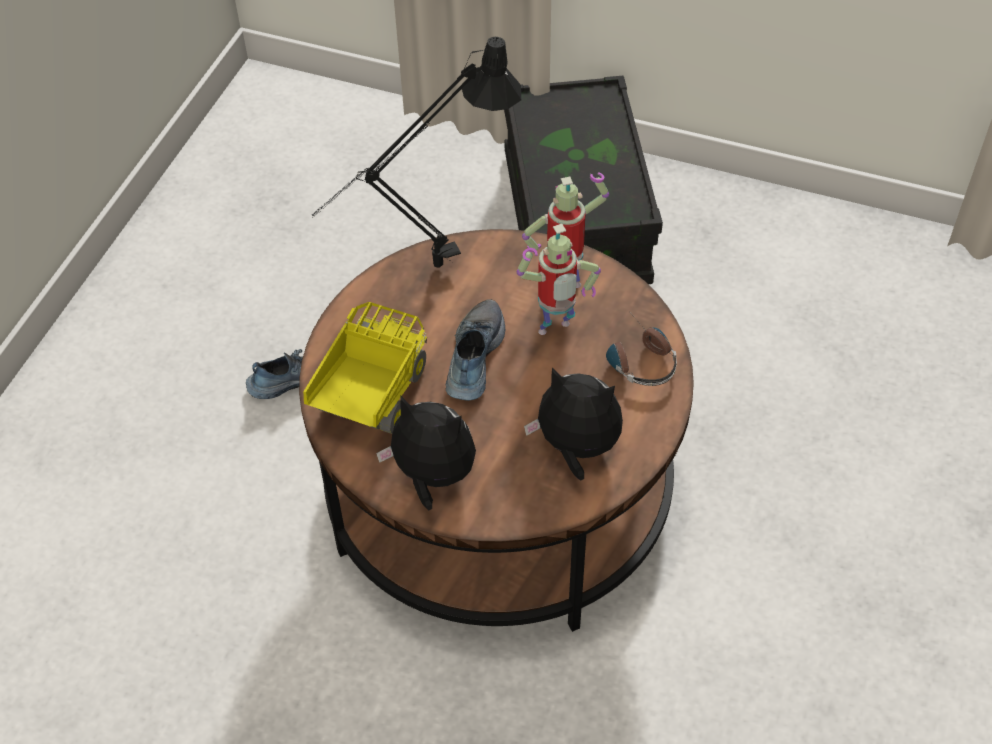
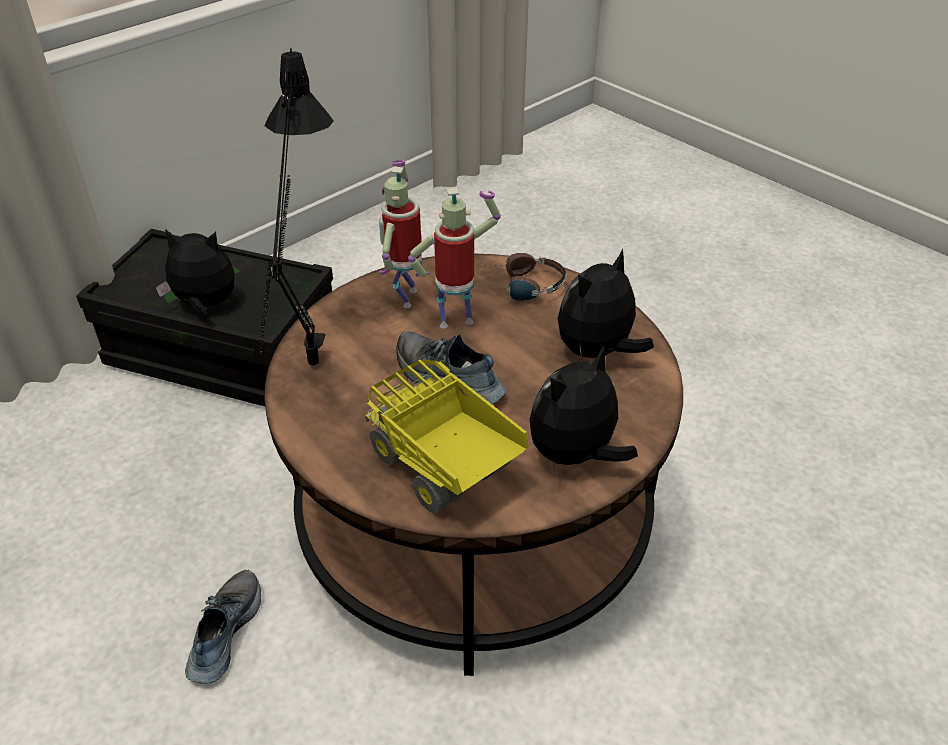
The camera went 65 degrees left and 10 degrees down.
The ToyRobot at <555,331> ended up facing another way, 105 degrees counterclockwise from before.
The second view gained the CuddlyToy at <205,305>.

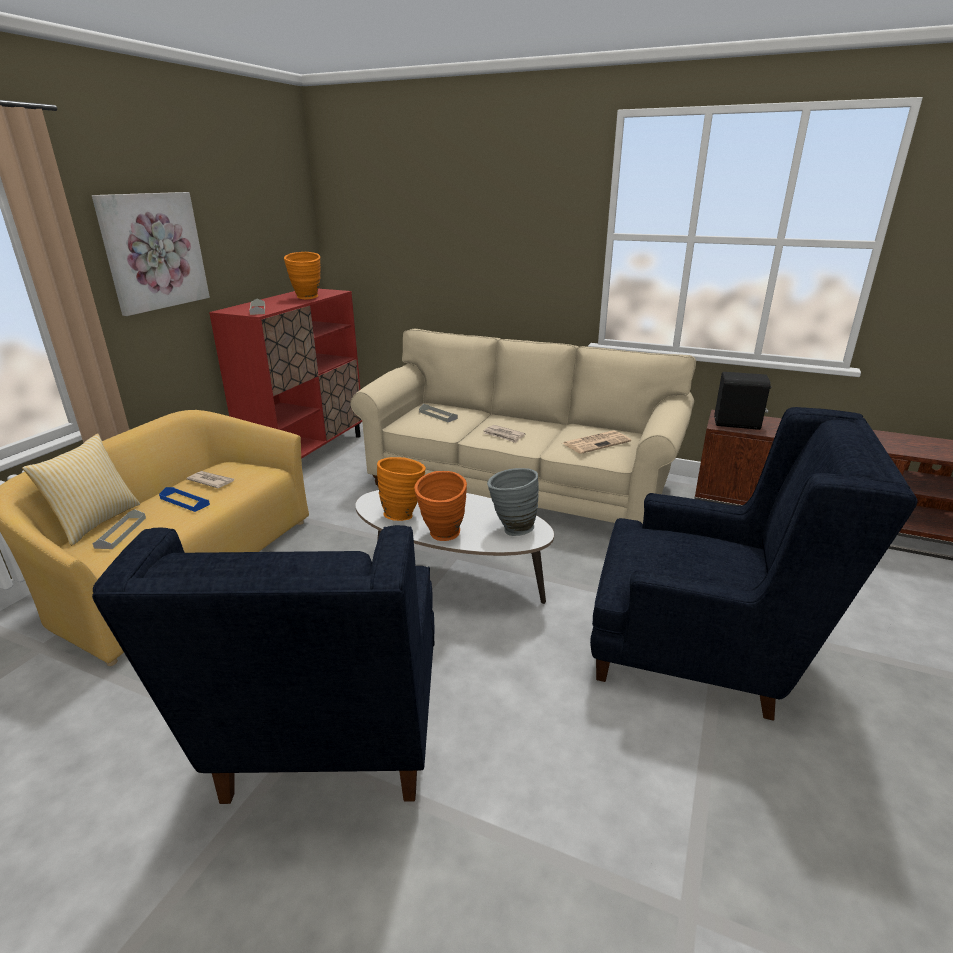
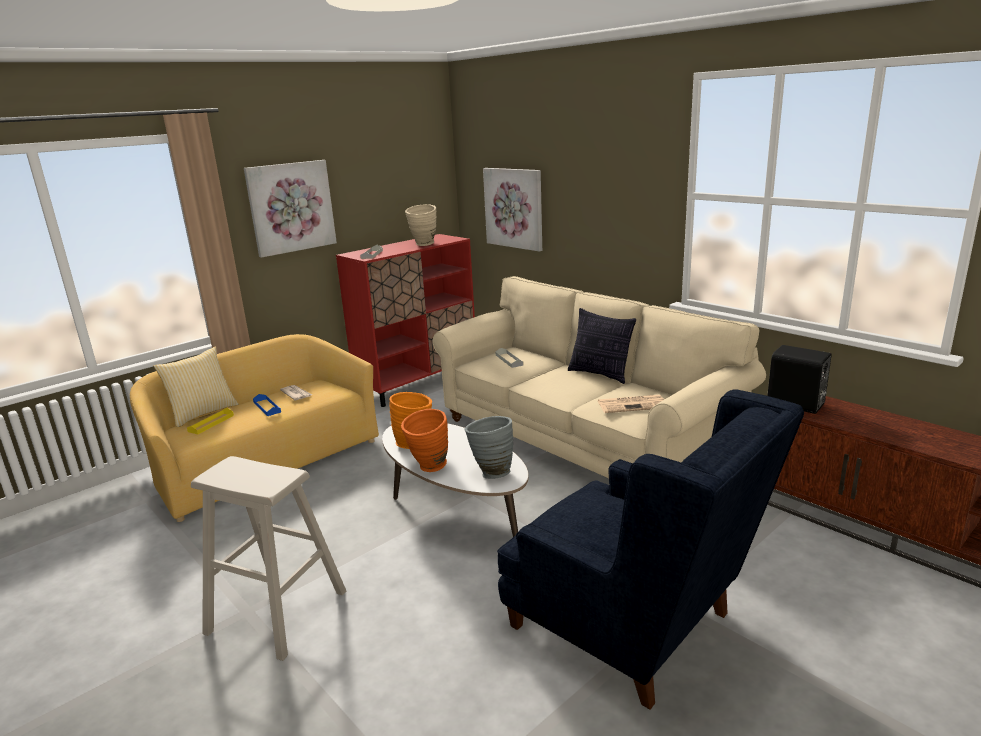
The camera went 25 degrees right and 5 degrees down.
What was the OrangeColouredDecorativeVase at <307,298> turned into the SandColouredDecorativeVase at <424,245>.
The second view lost the DailyPaper at <504,435>.
What was the GreyTray at <121,532> turned into the YellowTray at <211,423>.
Where the BlueColouredEasyChair stood at <332,739>, the SandColouredStool came to stand at <276,612>.
The second view gained the Picture at <514,208>.
The second view gained the Pillow at <600,374>.

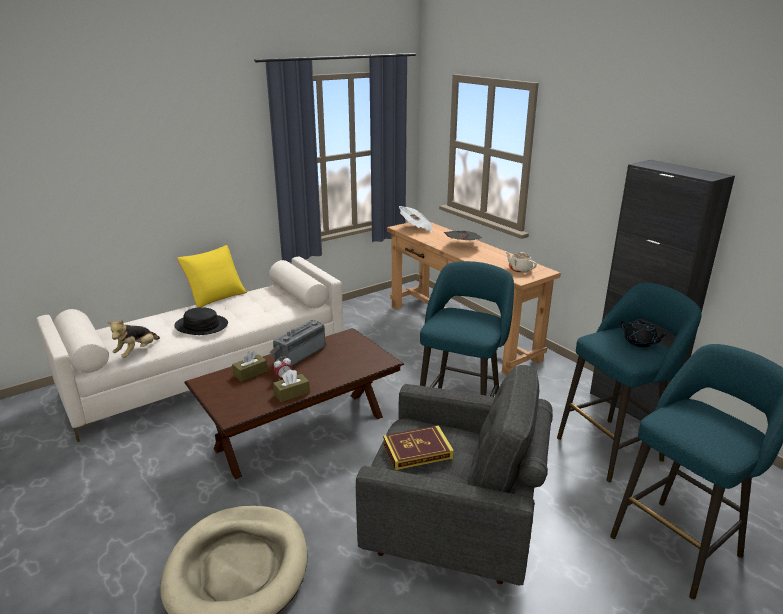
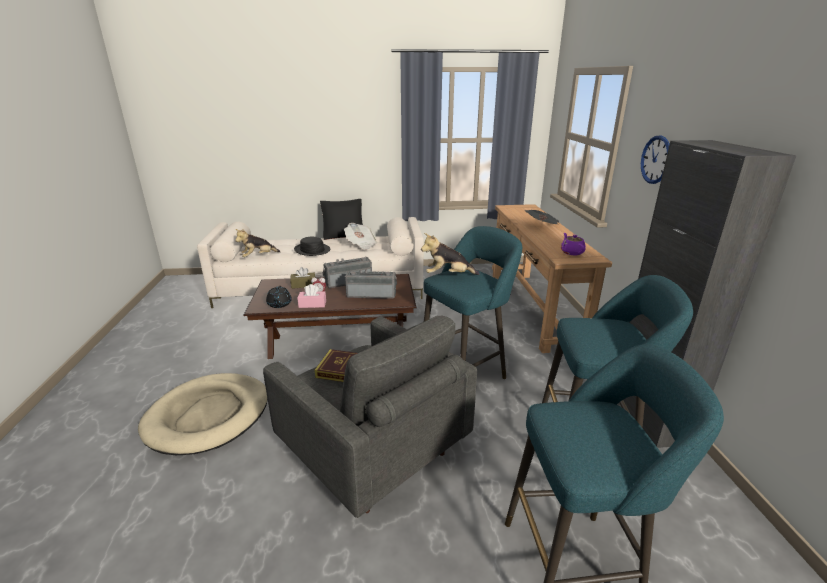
The camera went 30 degrees right and 0 degrees up.
The DailyPaper ended up elsewhere, having gone from <416,228> to <361,244>.
What was the YellowPillow at <215,295> turned into the BlackColouredPillow at <343,234>.
What was the SandColouredTeapot at <519,269> turned into the PurpleTeapot at <571,252>.
The BlackColouredTeapot ended up elsewhere, having gone from <640,342> to <279,304>.
What was the BrownishTissueBox at <292,393> turned into the PinkishTissueBox at <312,304>.
The second view gained the WallClock at <656,160>.
The second view gained the CuddlyToy at <448,275>.
The second view gained the RadioReceiver at <371,294>.

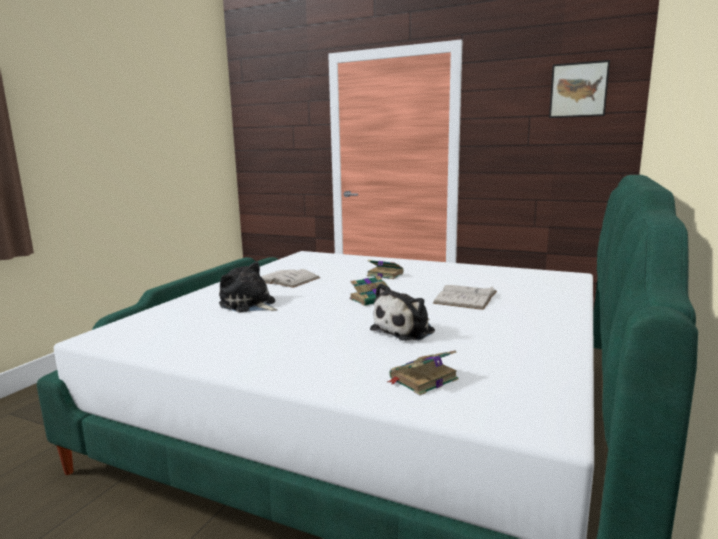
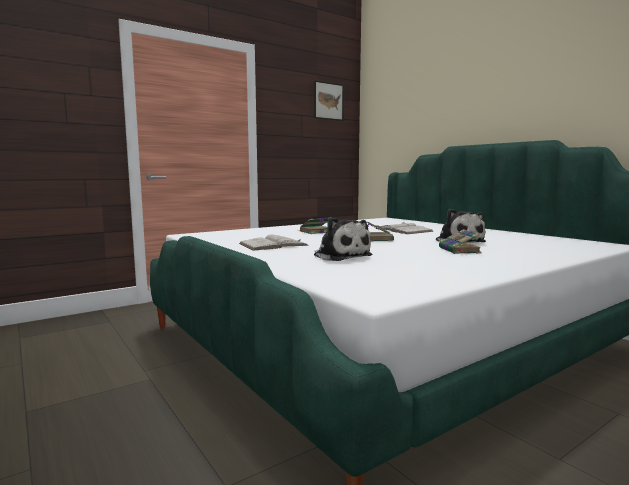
The camera went 60 degrees left and 5 degrees down.
The CuddlyToy at <249,305> ended up facing another way, 105 degrees counterclockwise from before.
The Book ended up elsewhere, having gone from <422,379> to <459,250>.

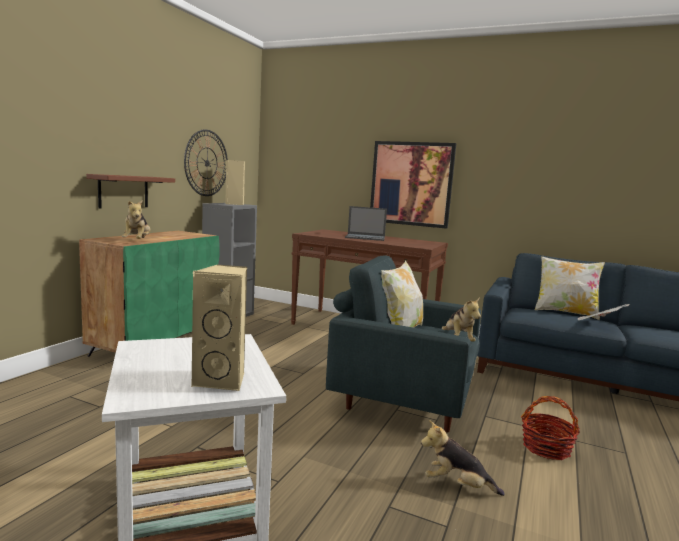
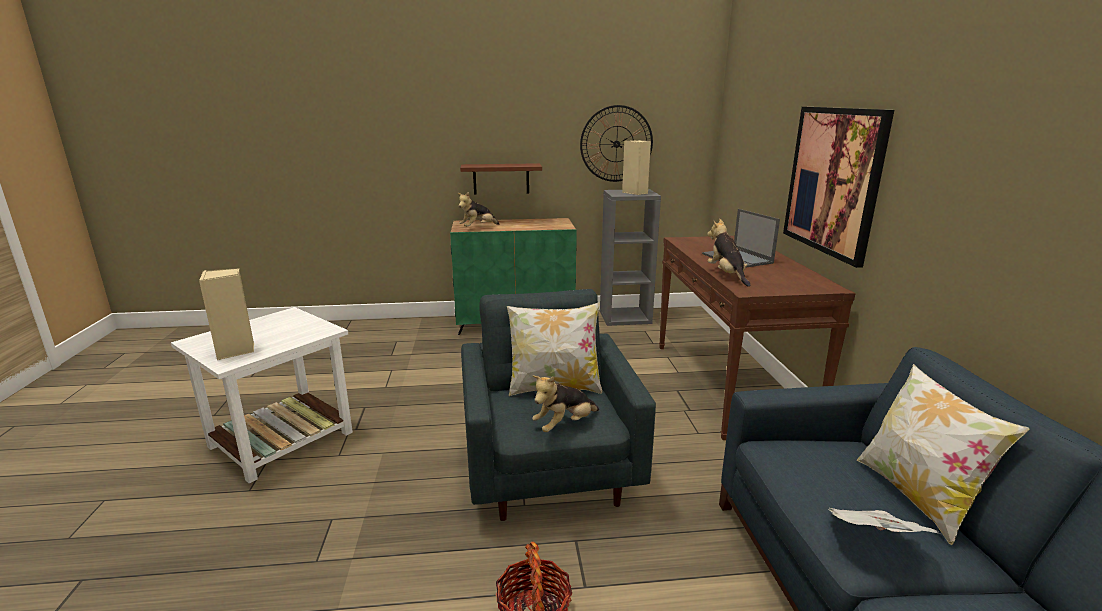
The camera went 60 degrees right and 10 degrees up.
The CuddlyToy ended up elsewhere, having gone from <457,486> to <726,275>.

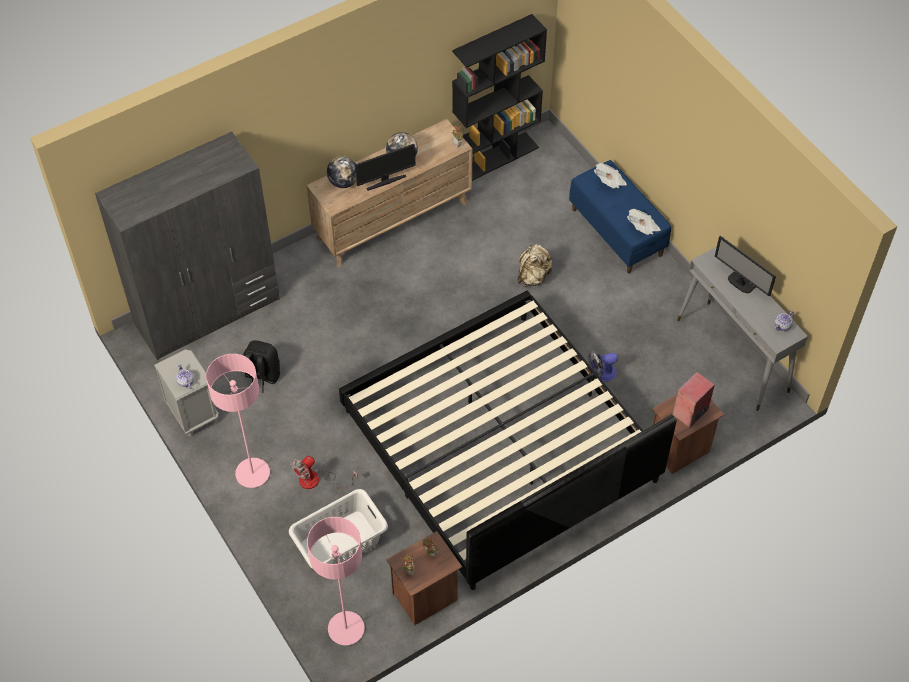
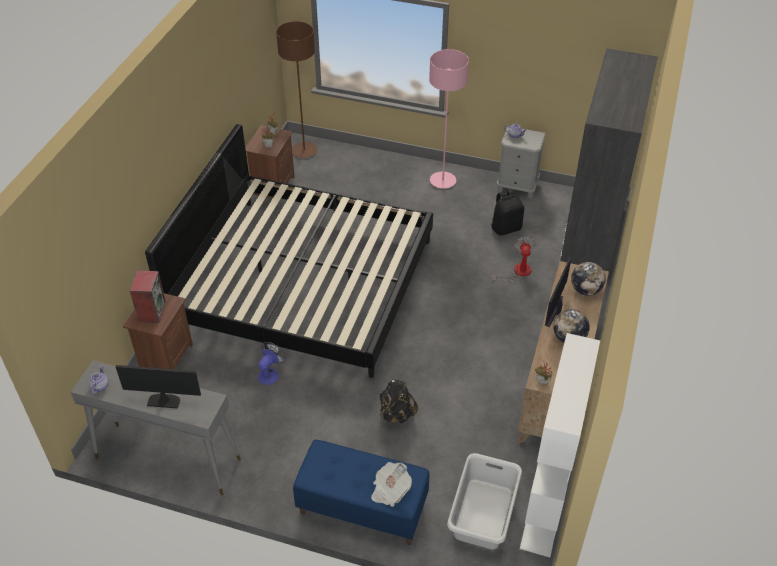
The camera went 140 degrees right and 10 degrees down.
What was the BlackColouredBookcase at <496,157> turned into the WhitishBookcase at <545,507>.
The second view lost the DailyPaper at <643,228>.
What was the SandColouredRucksack at <533,277> turned into the BlackColouredRucksack at <396,414>.
The Fan ended up elsewhere, having gone from <317,480> to <517,273>.
The GreyWashingBasket ended up elsewhere, having gone from <340,542> to <482,514>.
What was the PinkishStandardLamp at <346,629> turned into the BrownishStandardLamp at <304,151>.

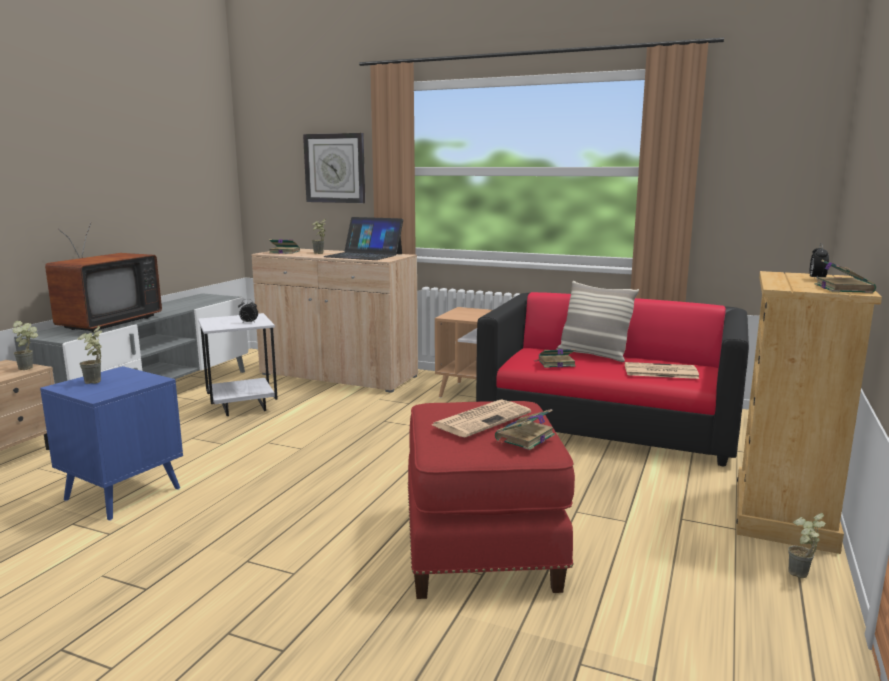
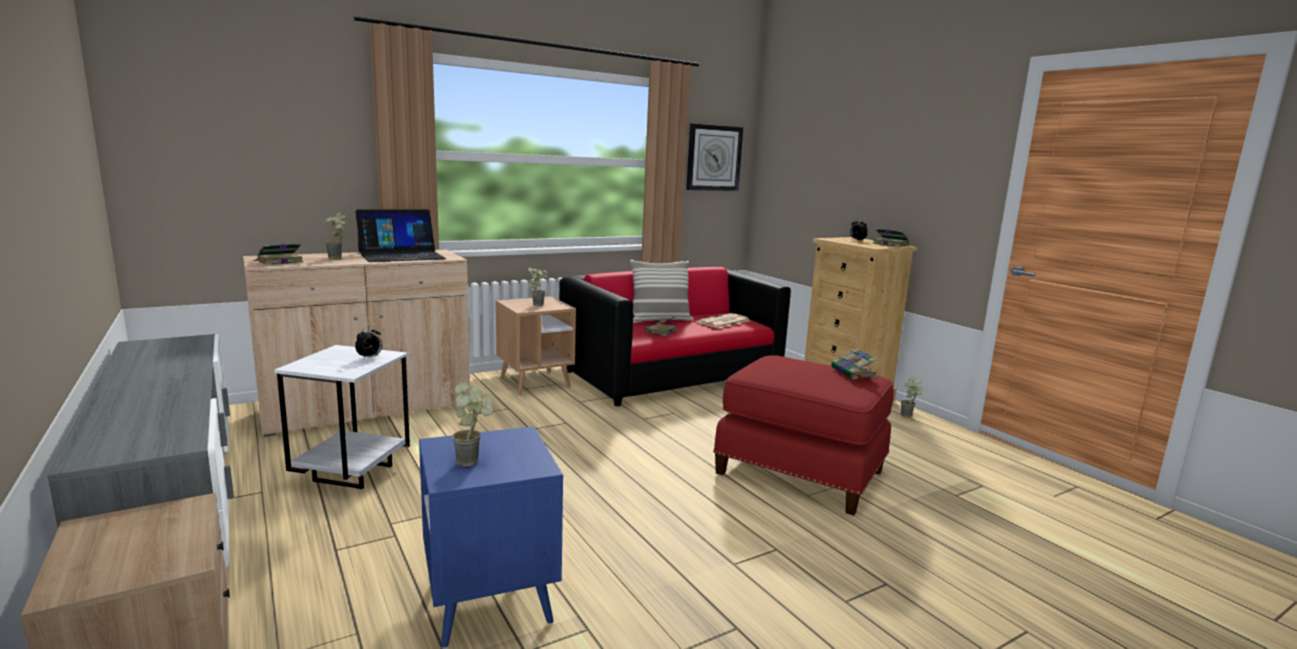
The camera went 55 degrees left and 0 degrees up.
The WallClock ended up elsewhere, having gone from <335,168> to <713,158>.
The second view lost the TvSet at <104,323>.
The PottedPlant ended up elsewhere, having gone from <30,368> to <538,304>.
The second view lost the DailyPaper at <482,419>.

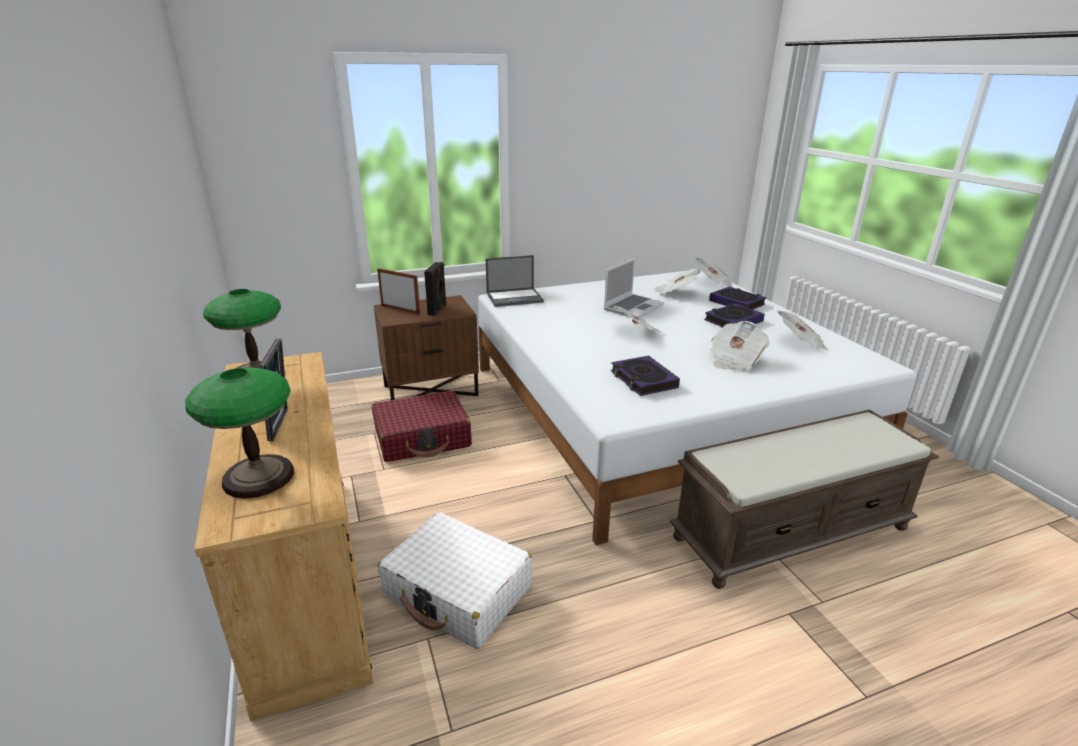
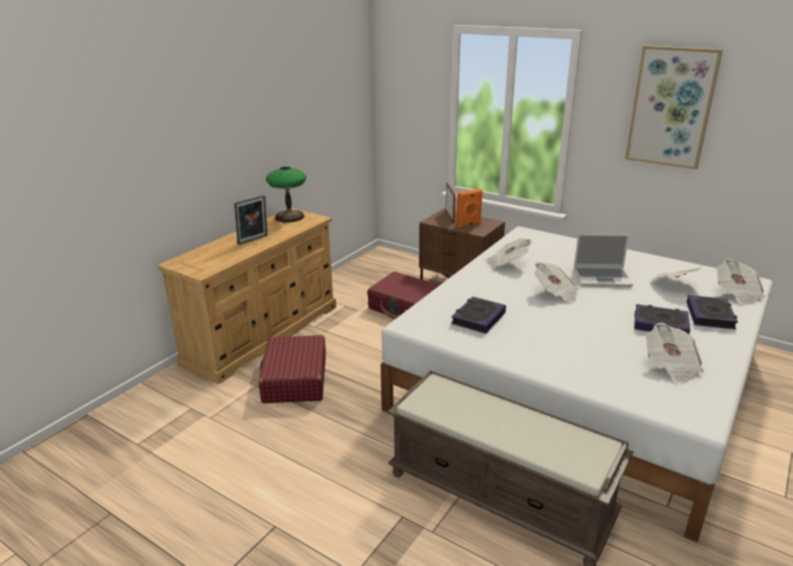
The camera went 55 degrees right and 0 degrees up.
The second view lost the Laptop at <515,297>.
What was the BlackColouredLoudspeaker at <438,310> turned into the OrangeColouredLoudspeaker at <469,225>.
The DailyPaper ended up elsewhere, having gone from <734,360> to <506,263>.
The second view lost the LampForATable at <259,476>.
What was the WhitishTravelCase at <458,592> turned into the ReddishTravelCase at <295,379>.
The second view gained the Picture at <671,107>.

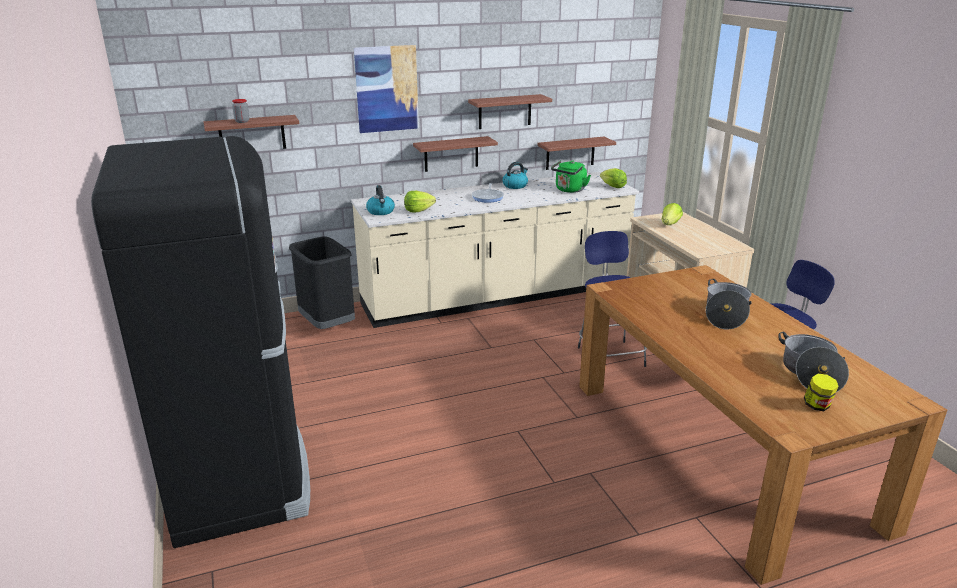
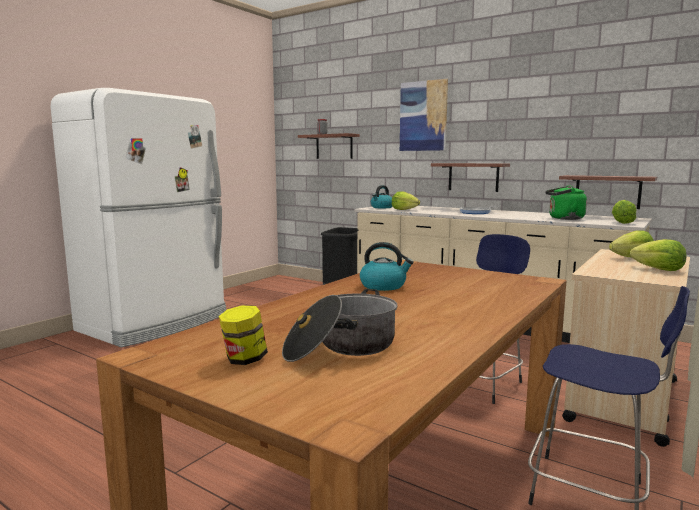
The camera went 55 degrees right and 15 degrees down.
The second view lost the BracketShelf at <505,111>.
What was the BlackColouredRefrigerator at <239,472> turned into the WhitishRefrigerator at <156,323>.
The Kettle ended up elsewhere, having gone from <515,185> to <384,286>.
The second view lost the Stockpot at <725,315>.
The second view gained the Lettuce at <658,269>.

